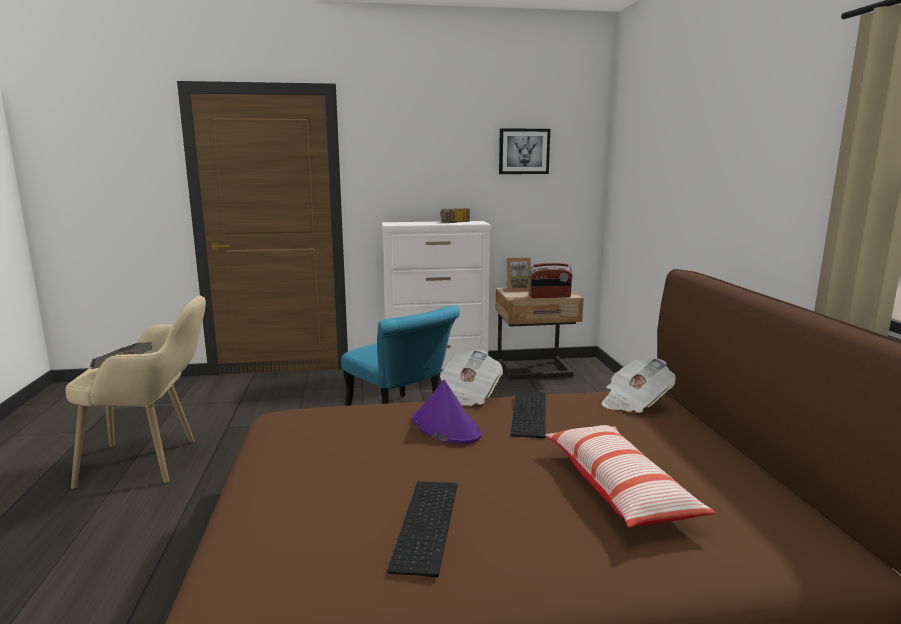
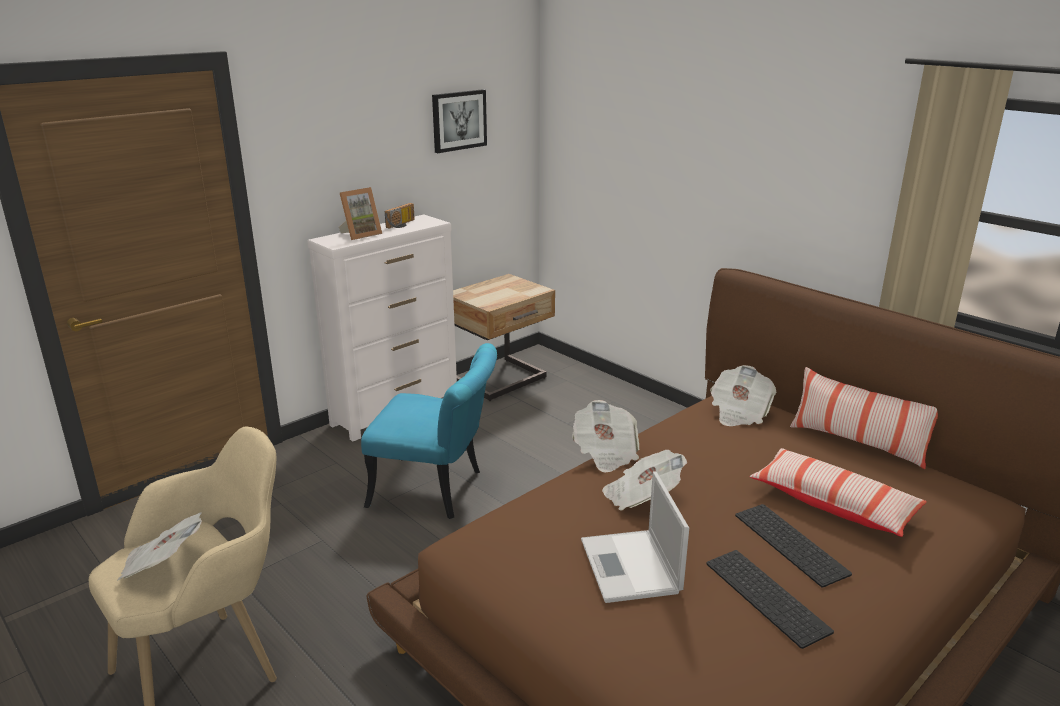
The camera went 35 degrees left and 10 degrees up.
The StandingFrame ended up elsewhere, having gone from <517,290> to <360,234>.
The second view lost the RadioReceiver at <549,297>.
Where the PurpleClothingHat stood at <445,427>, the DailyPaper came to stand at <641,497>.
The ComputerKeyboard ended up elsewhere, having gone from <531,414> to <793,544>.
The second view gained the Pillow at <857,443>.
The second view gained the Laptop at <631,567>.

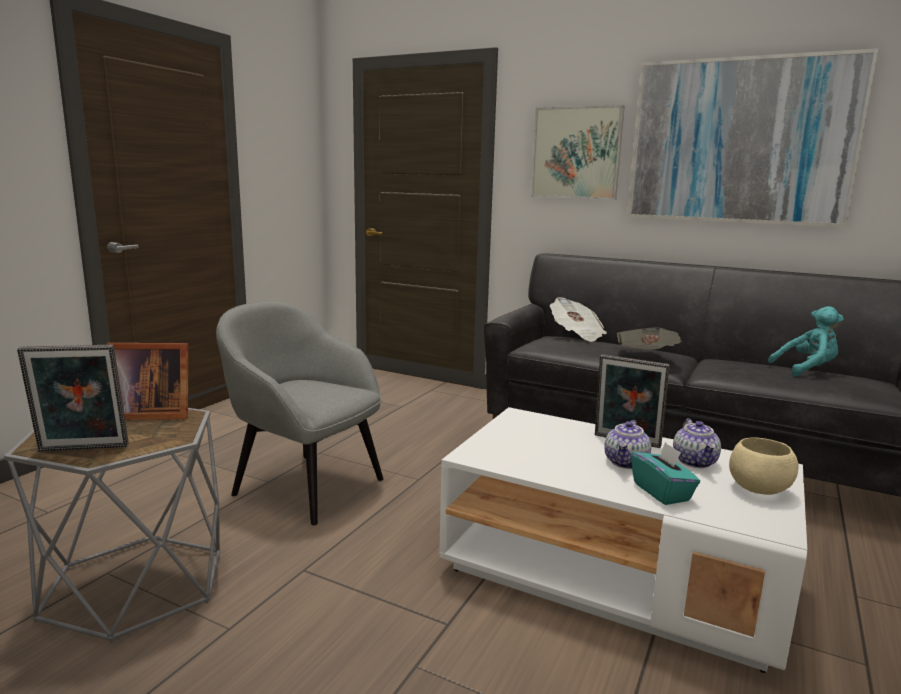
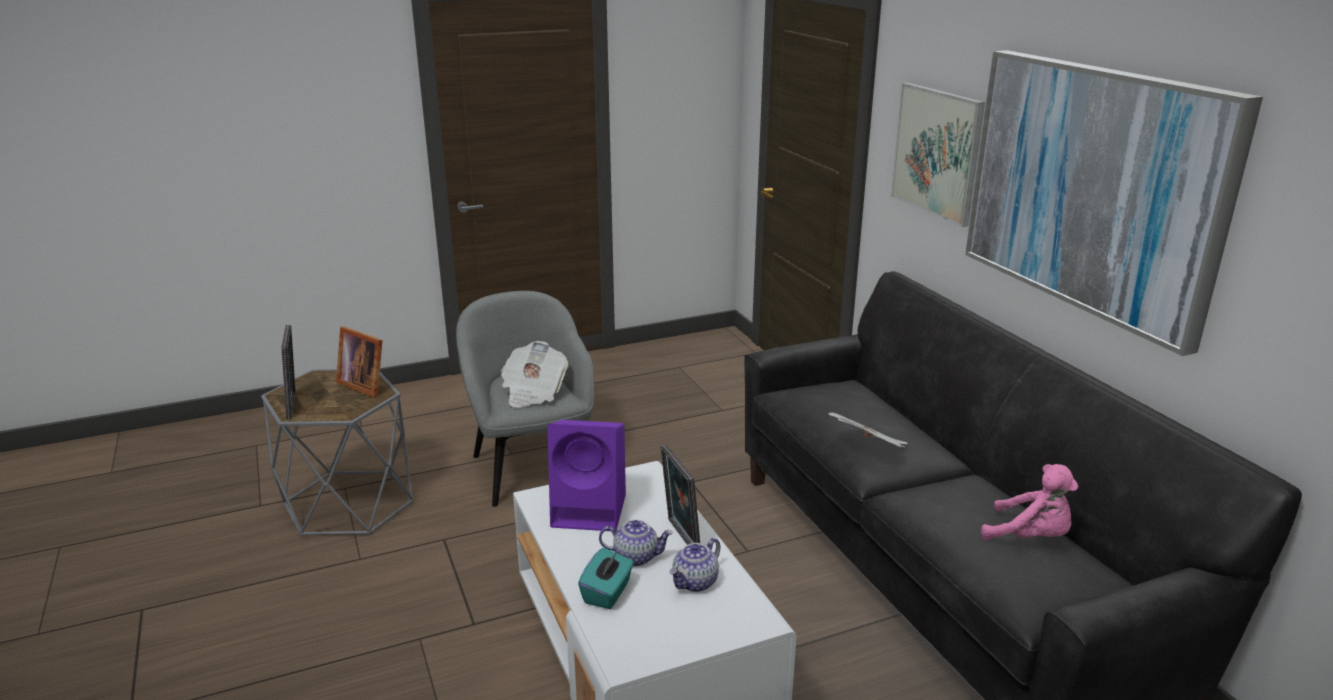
The camera went 40 degrees right and 10 degrees up.
The DailyPaper ended up elsewhere, having gone from <577,334> to <533,392>.
What was the TurquoiseCuddlyToy at <806,370> turned into the PinkishCuddlyToy at <1030,537>.
The StandingFrame at <82,450> ended up facing another way, 135 degrees counterclockwise from before.
The Teapot at <626,463> ended up facing another way, 150 degrees counterclockwise from before.
The second view lost the SandColouredServingBowl at <759,490>.
The second view gained the PurpleLoudspeaker at <591,510>.

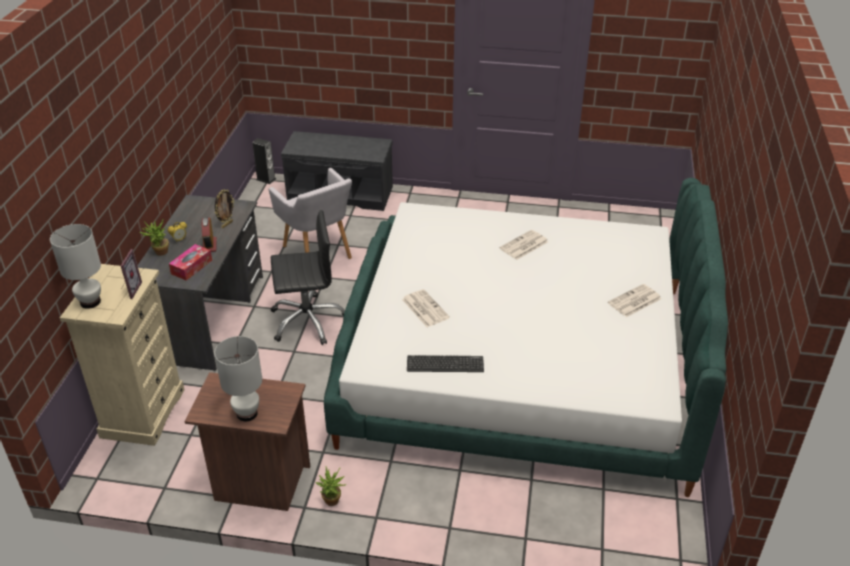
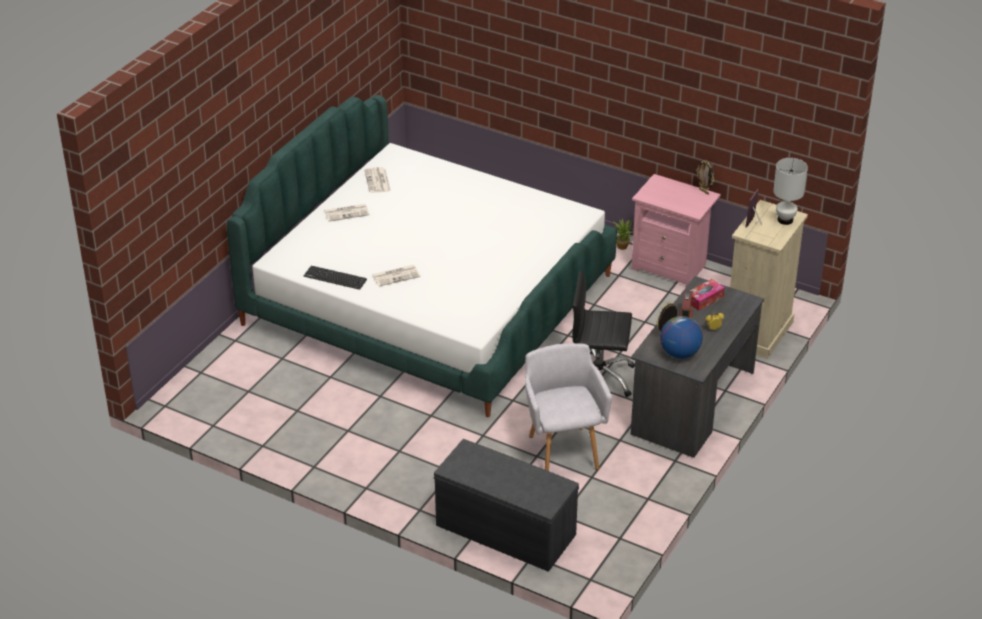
The camera went 160 degrees left and 0 degrees up.
The second view lost the Loudspeaker at <266,179>.
The second view lost the PottedPlant at <159,253>.
The DailyPaper ended up elsewhere, having gone from <424,308> to <378,181>.
The second view lost the WhitishLampForATable at <246,413>.
The ComputerKeyboard ended up elsewhere, having gone from <445,364> to <335,278>.
What was the BrownishBedsideTable at <258,483> turned into the PinkishBedsideTable at <671,267>.
The second view gained the StandingFrame at <704,191>.
The second view gained the Globe at <679,353>.

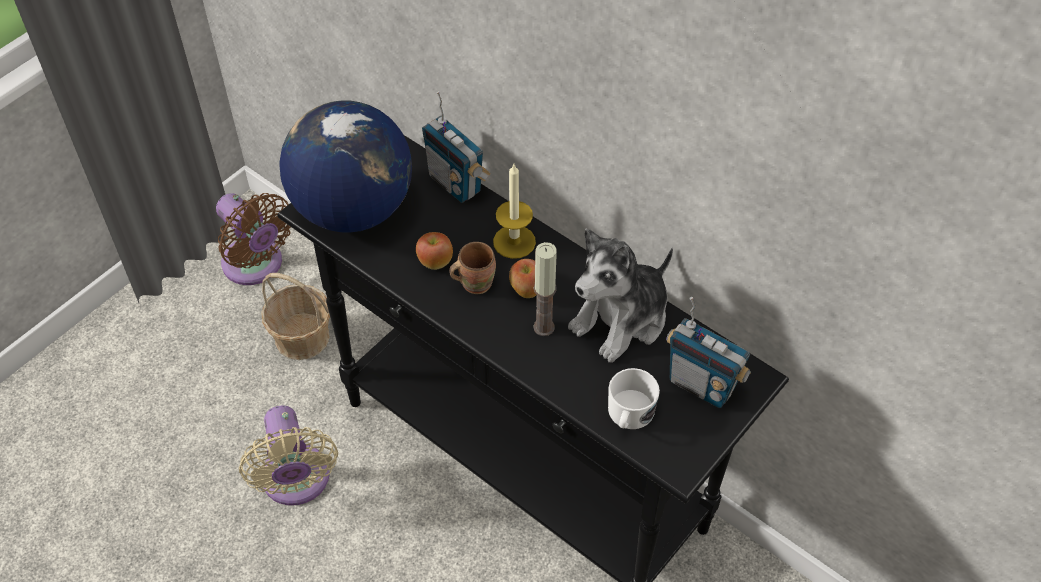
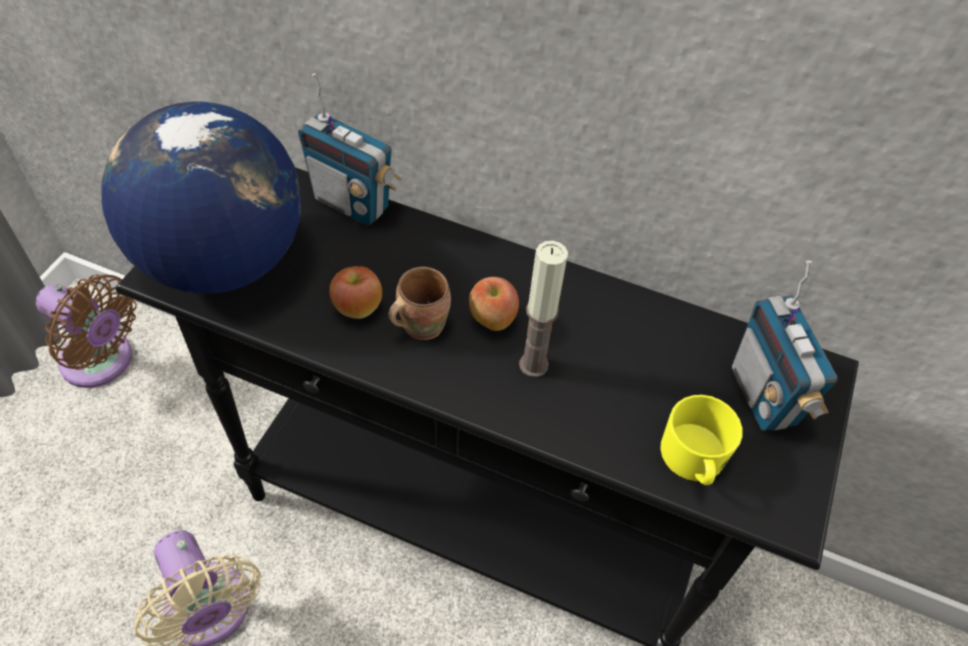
The camera went 20 degrees left and 0 degrees up.
The second view lost the WaxLight at <514,242>.
The second view lost the CuddlyToy at <621,319>.
The second view lost the Basket at <302,337>.
The RadioReceiver at <702,385> ended up facing another way, 60 degrees clockwise from before.
What was the WhitishCoffeeMug at <629,415> turned into the YellowCoffeeMug at <693,460>.

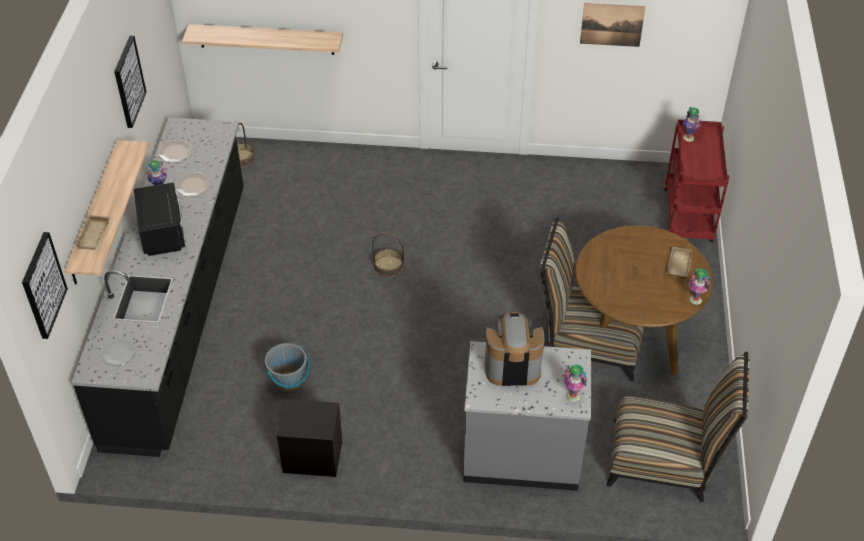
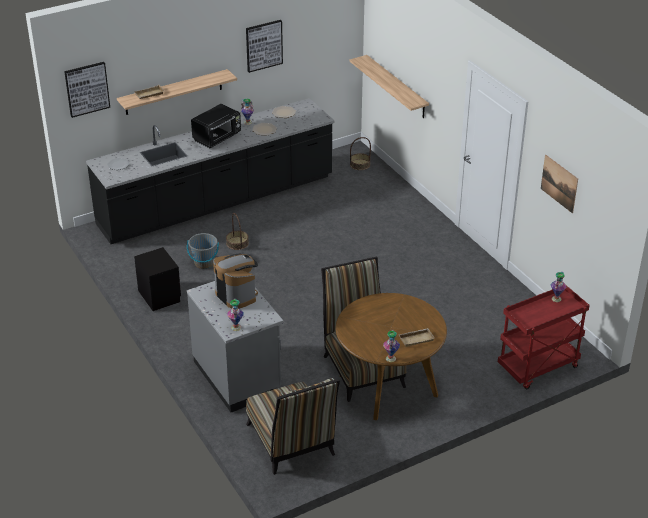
The camera went 55 degrees right and 10 degrees down.
The Basket ended up elsewhere, having gone from <388,266> to <237,243>.

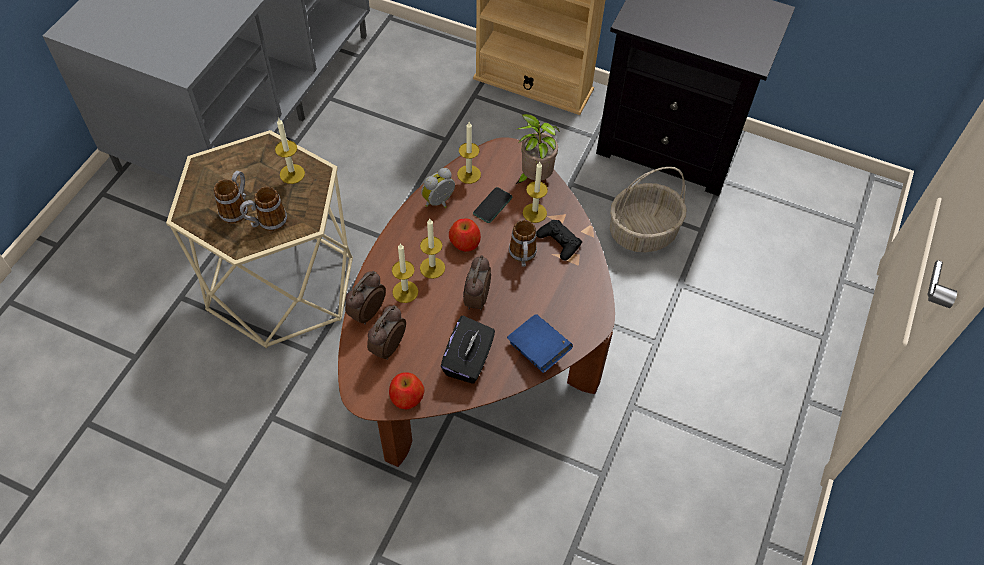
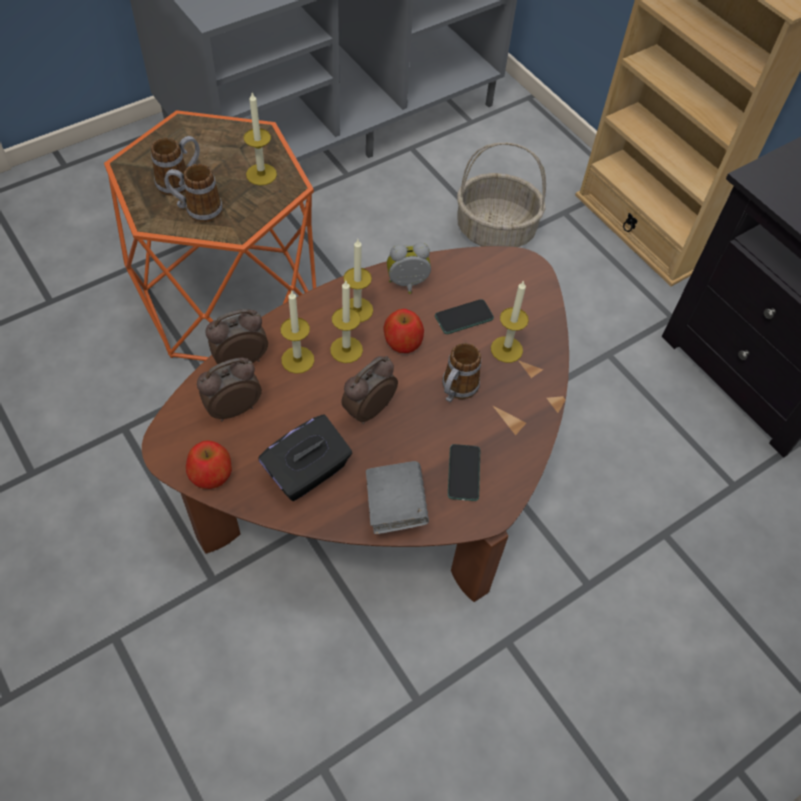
The camera went 30 degrees right and 0 degrees up.
The second view lost the PottedPlant at <534,178>.
The WaxLight ended up elsewhere, having gone from <469,174> to <357,310>.
What was the SandColouredSideTable at <280,284> turned into the OrangeColouredSideTable at <230,303>.
The Basket ended up elsewhere, having gone from <642,232> to <494,231>.
The second view lost the BlackColouredGamepad at <559,242>.
What was the BlueColouredBook at <538,350> turned into the GreyBook at <395,506>.
The second view gained the Handset at <464,473>.

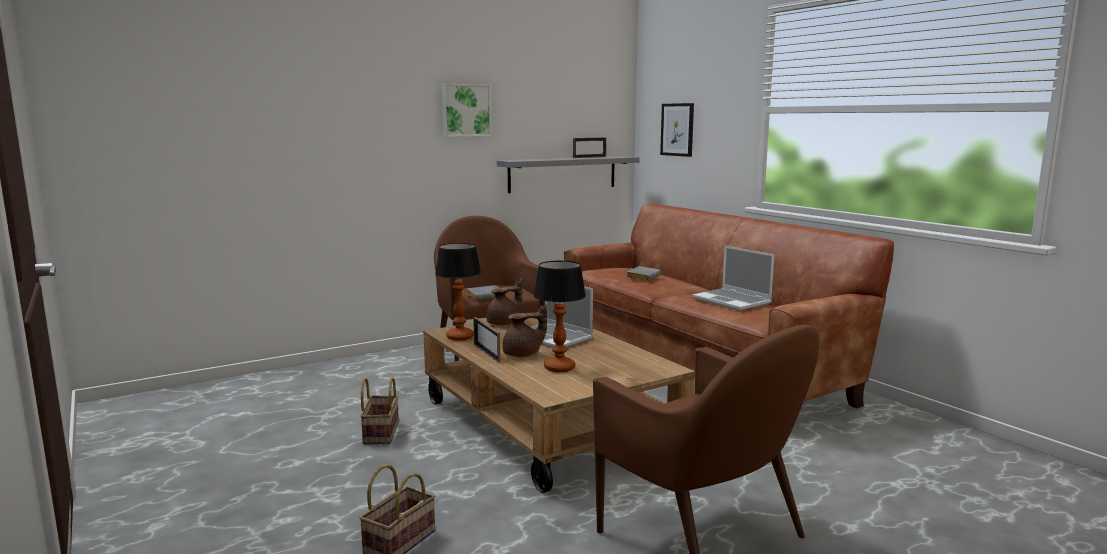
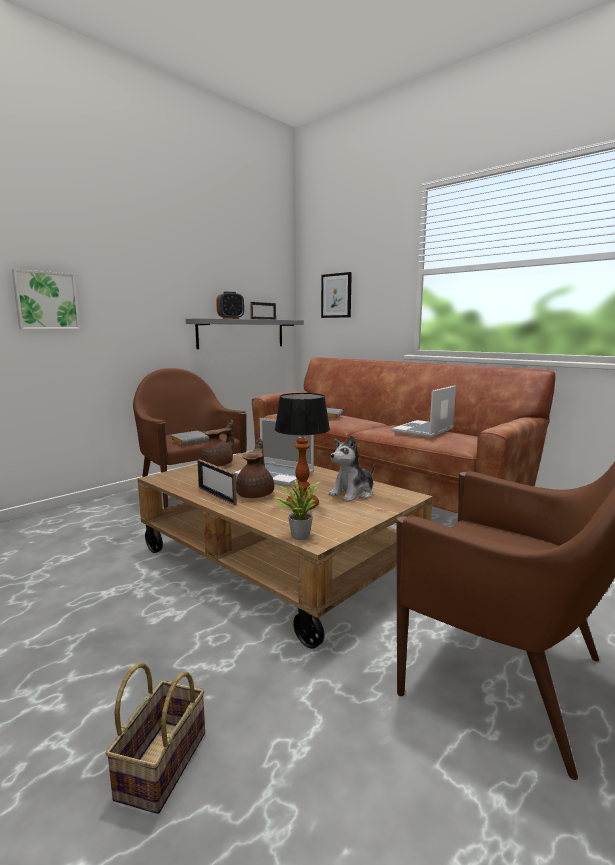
The camera went 15 degrees left and 0 degrees up.
The Picture ended up elsewhere, having gone from <465,110> to <46,301>.
The second view lost the LampForATable at <460,337>.
The Laptop at <733,301> ended up facing another way, 90 degrees clockwise from before.
The BrownishTeapot at <523,354> ended up facing another way, 45 degrees counterclockwise from before.
The second view lost the Basket at <380,432>.
The second view gained the AlarmClock at <230,318>.
The second view gained the CuddlyToy at <353,494>.
The second view gained the PottedPlant at <298,535>.

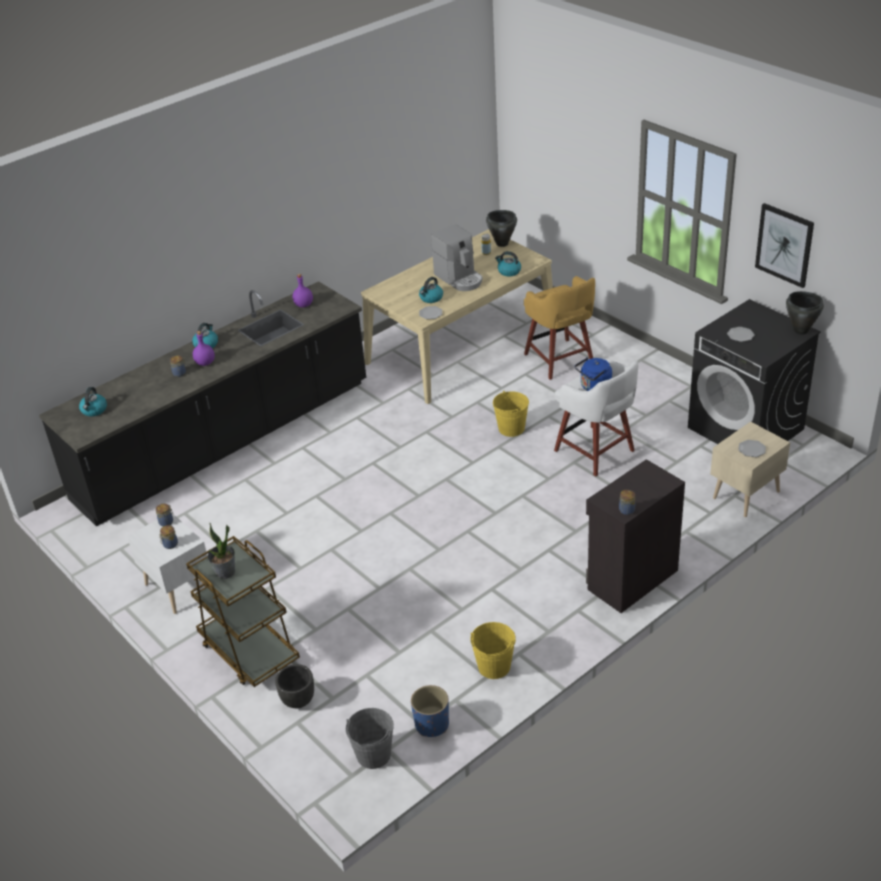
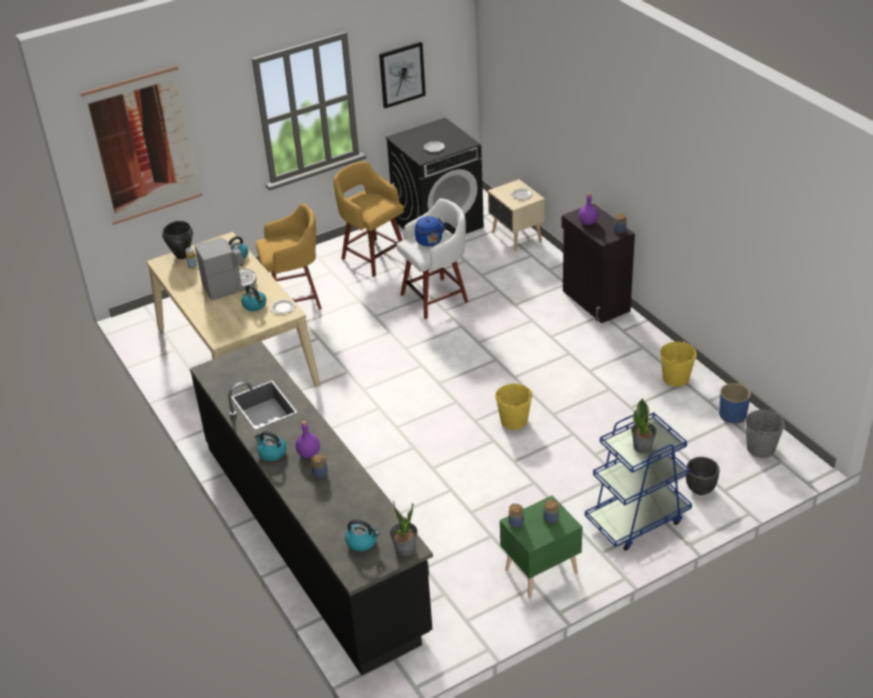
The camera went 80 degrees left and 0 degrees up.
The PurpleBeverageBottle ended up elsewhere, having gone from <303,305> to <588,223>.
The second view lost the BlackColouredStockpot at <800,330>.
The YellowBucket ended up elsewhere, having gone from <511,428> to <514,421>.
What was the WhitishBedsideTable at <178,587> turned into the GreenBedsideTable at <539,571>.
What was the BrownishCart at <249,651> turned into the BlueColouredCart at <637,519>.
The second view gained the Picture at <144,146>.
The second view gained the YellowStool at <373,256>.
The second view gained the PottedPlant at <405,549>.

